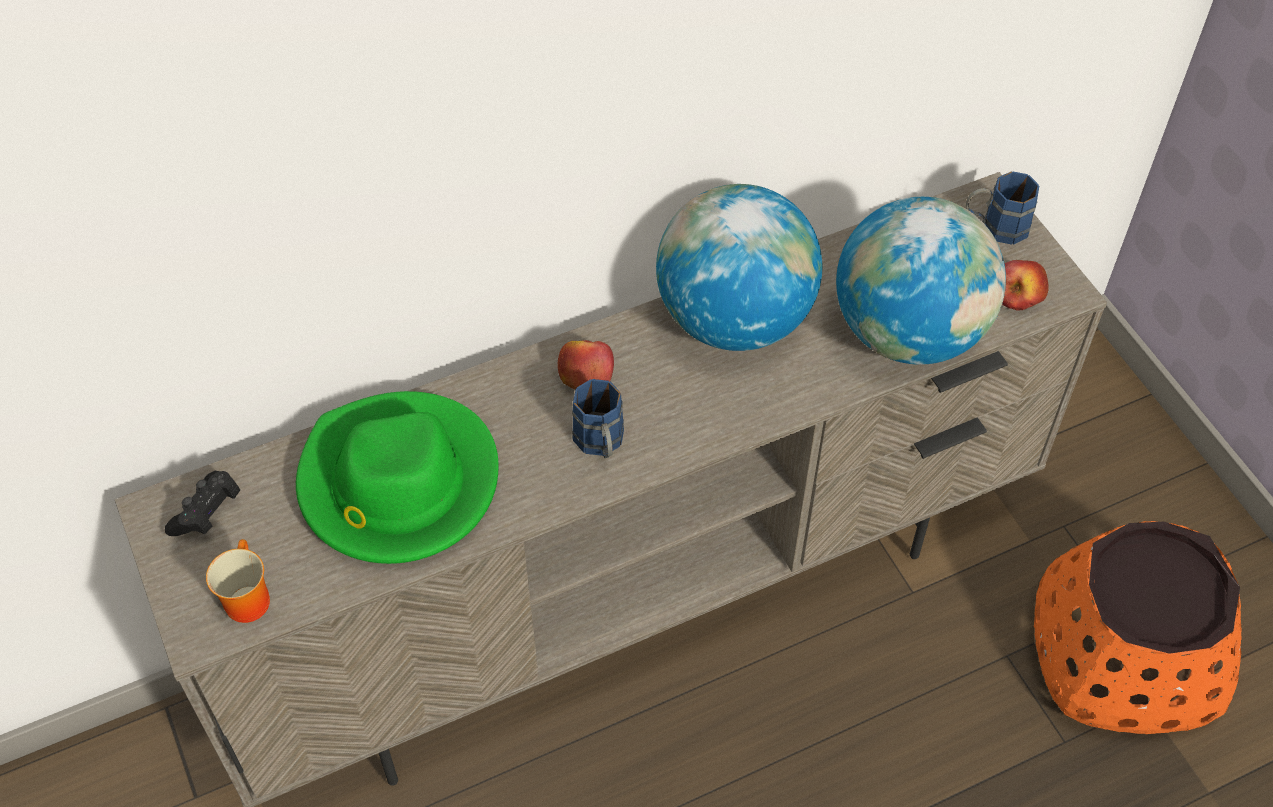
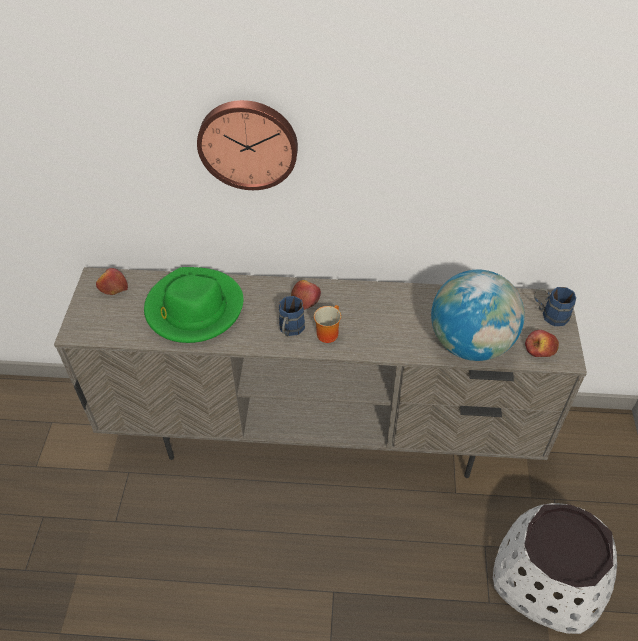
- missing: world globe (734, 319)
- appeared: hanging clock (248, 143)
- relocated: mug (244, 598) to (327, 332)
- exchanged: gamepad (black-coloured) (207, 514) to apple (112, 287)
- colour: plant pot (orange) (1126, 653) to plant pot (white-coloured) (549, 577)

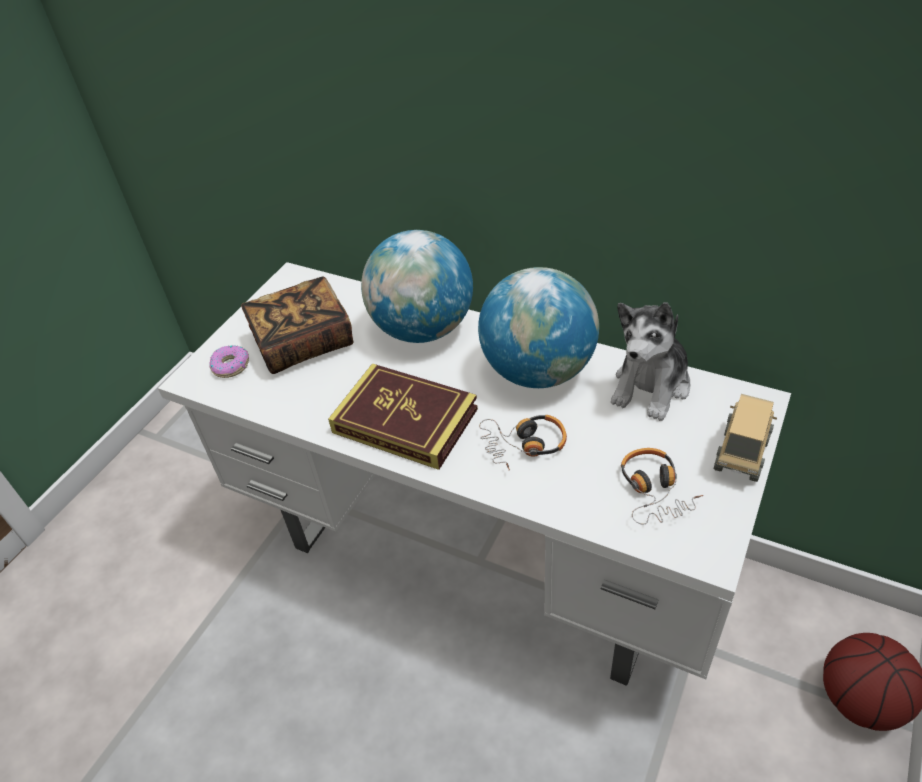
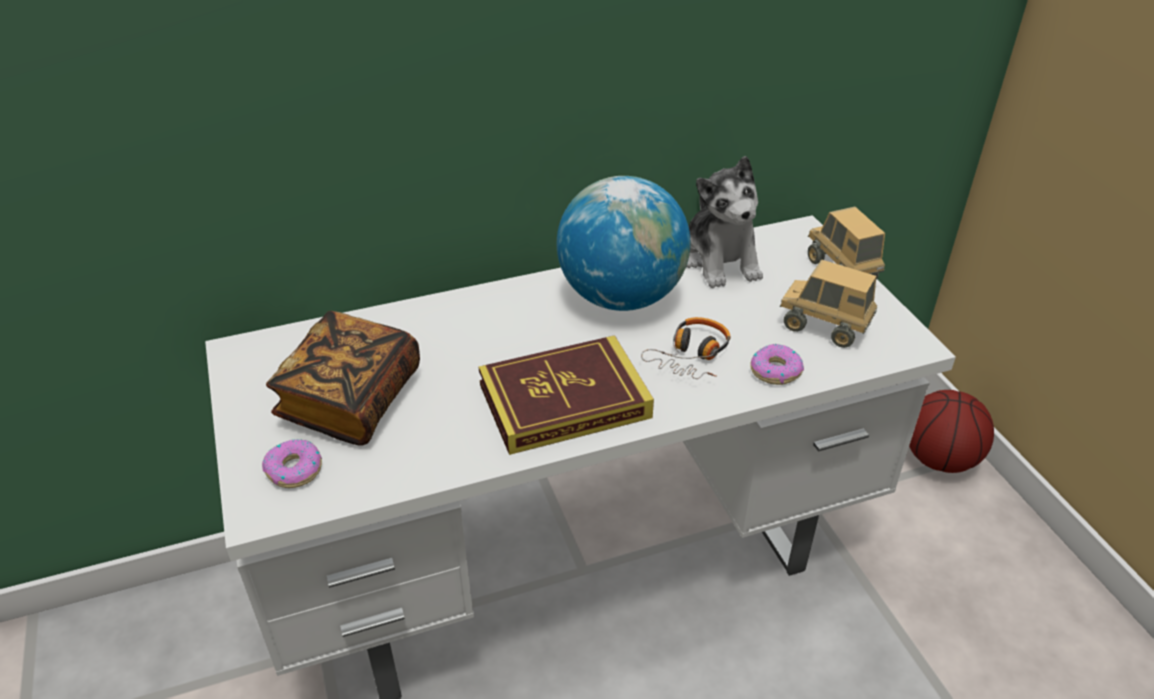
- missing: world globe (423, 329)
- appeared: ring doughnut (775, 370)
- exchanged: pair of headphones (654, 490) to toy lorry (824, 328)

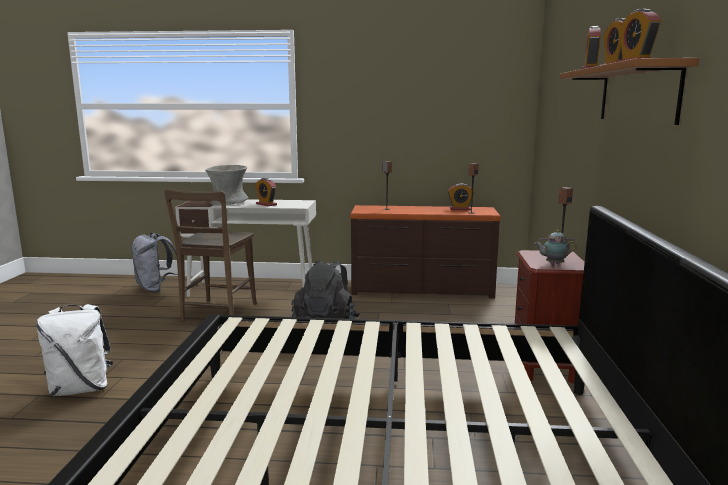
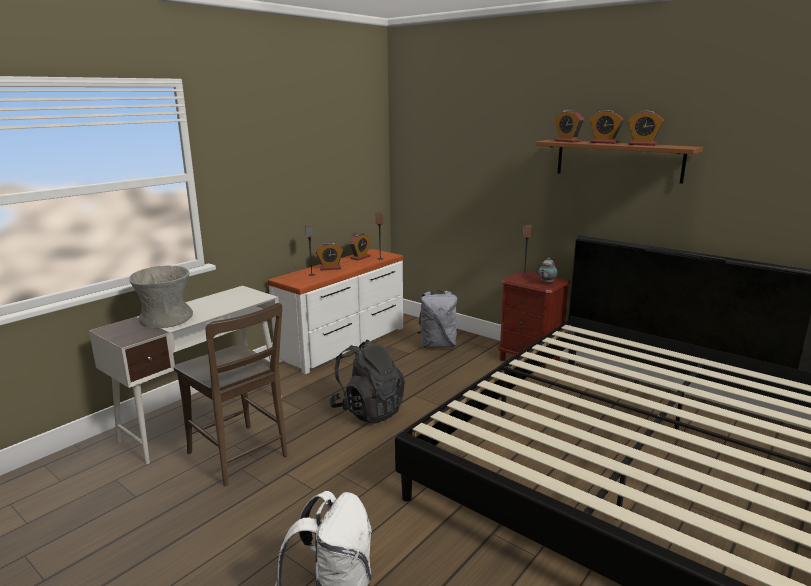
- relocated: rucksack (gray) (156, 289) to (438, 345)
- relocated: bedside clock (266, 204) to (330, 268)
- colour: dresser (brown) (422, 290) to dresser (white-coloured) (344, 344)

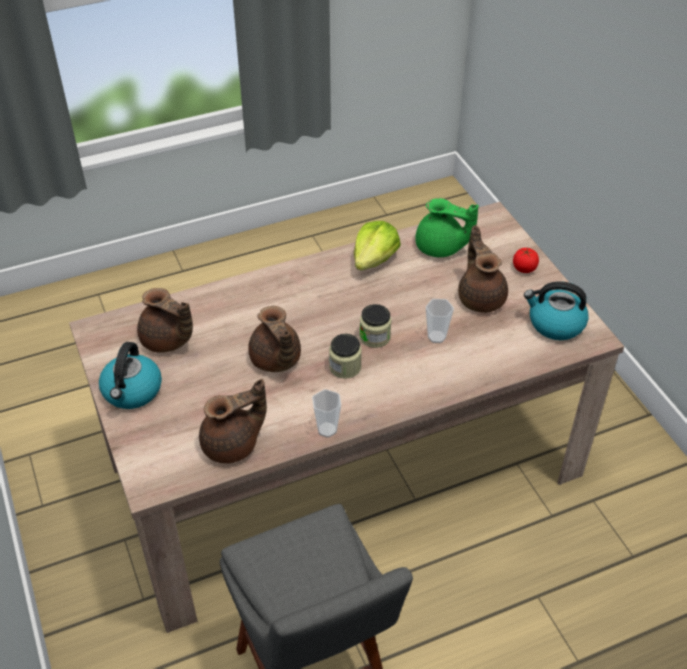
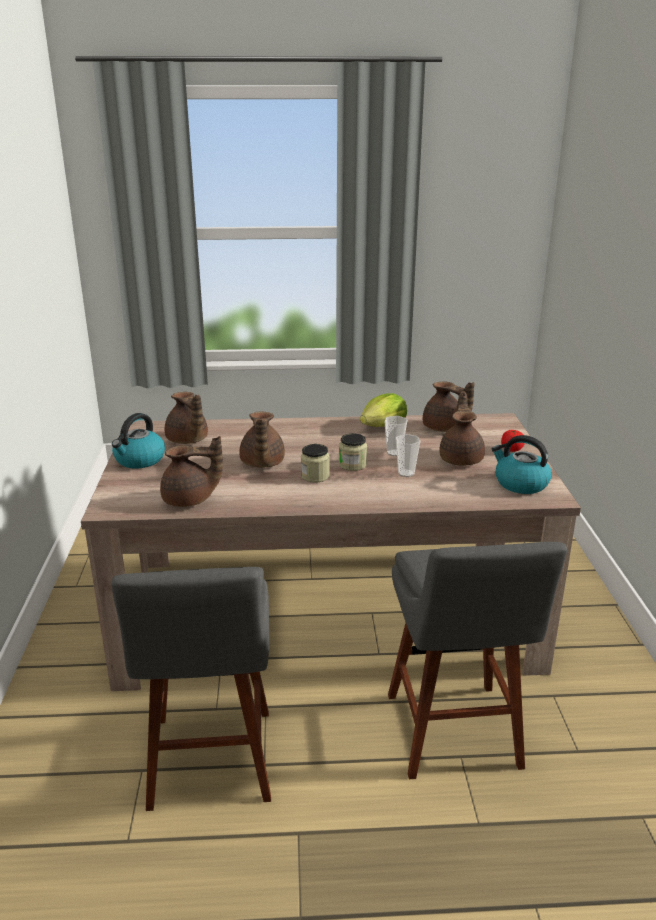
- appeared: sitting stool (gray) (454, 736)
- relocated: drinking cup (327, 429) to (394, 453)
- colour: pot for tea (green) (441, 248) to pot for tea (brown) (444, 428)

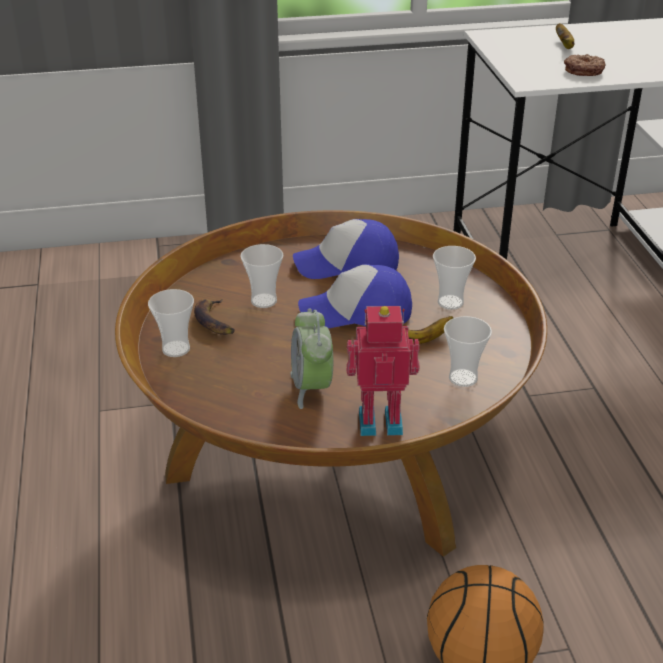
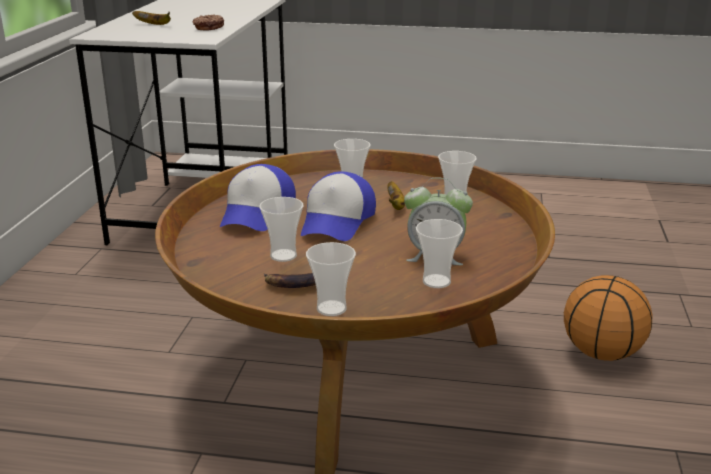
- missing: toy robot (380, 420)
- appeared: drinking cup (436, 281)

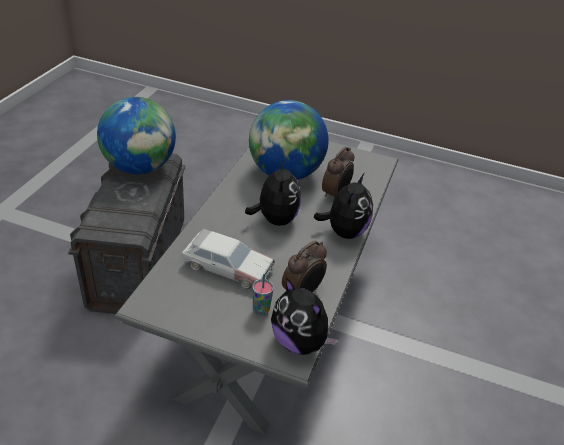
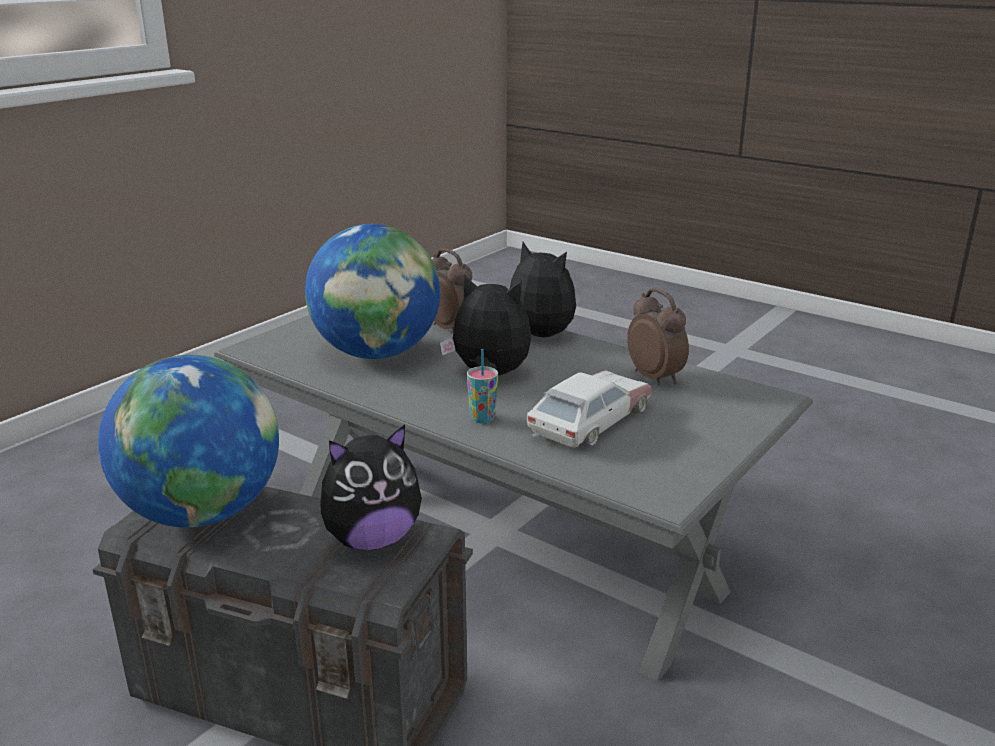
- relocated: drinking cup (261, 309) to (482, 418)
- relocated: cuddly toy (299, 342) to (372, 539)

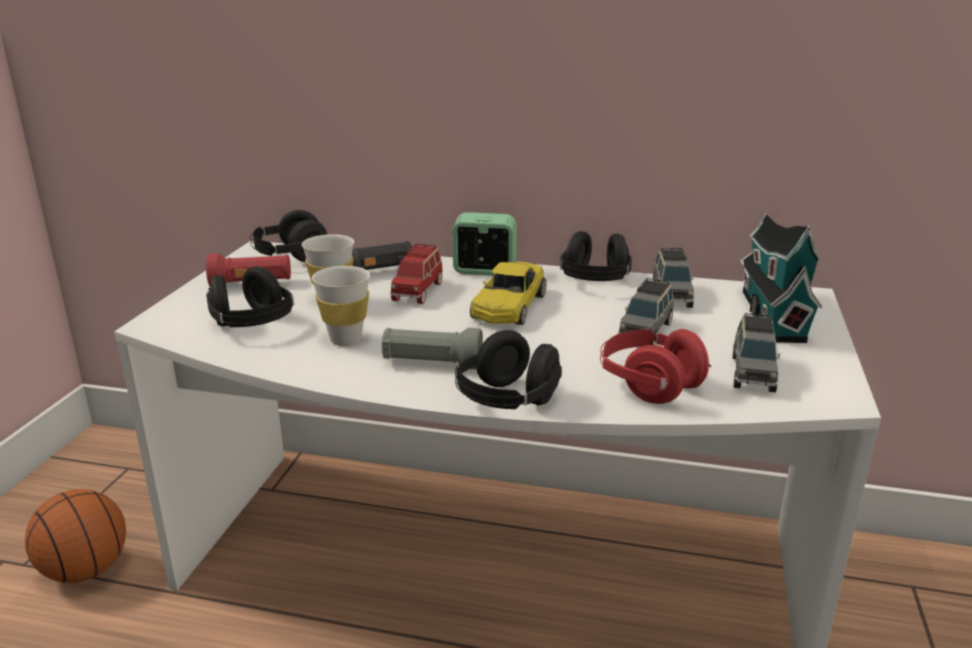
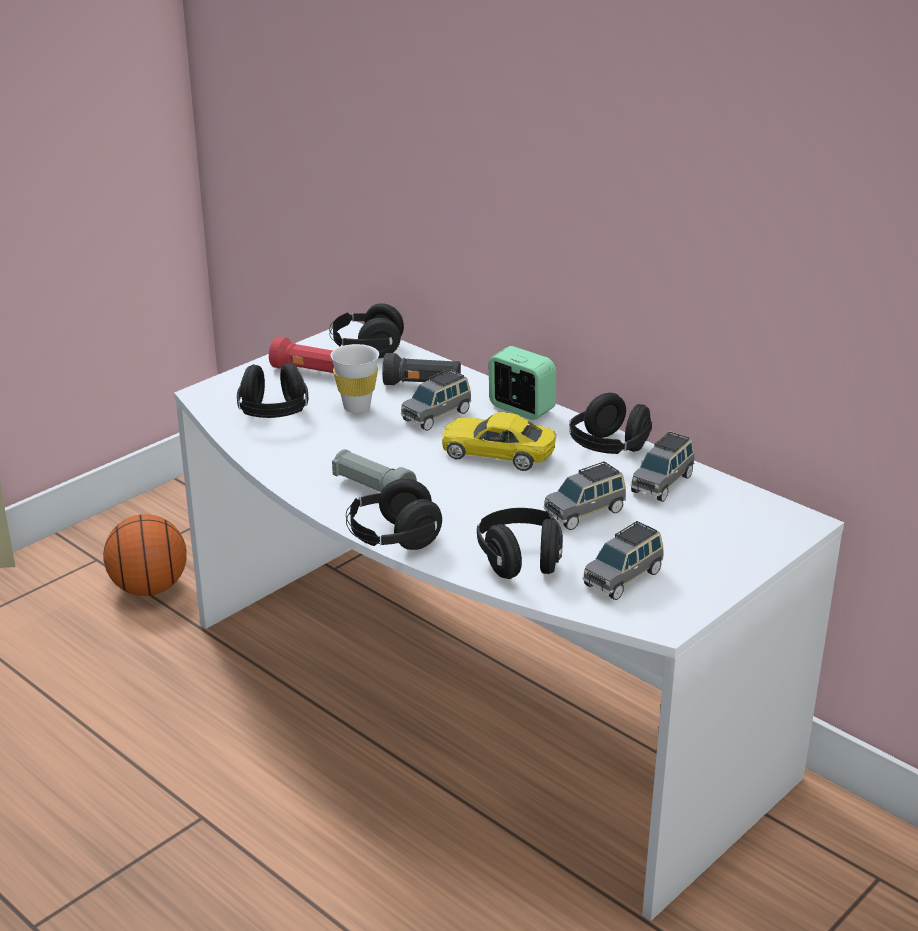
- missing: drinking cup (white-coloured) (346, 340)
- missing: model house (771, 313)
- colour: miniature car (red) (418, 291) to miniature car (gray) (437, 416)
- colour: pair of headphones (red) (649, 385) to pair of headphones (black-coloured) (520, 560)
- spun: miniature car (yellowish) (509, 306) = (498, 453) 60 degrees clockwise

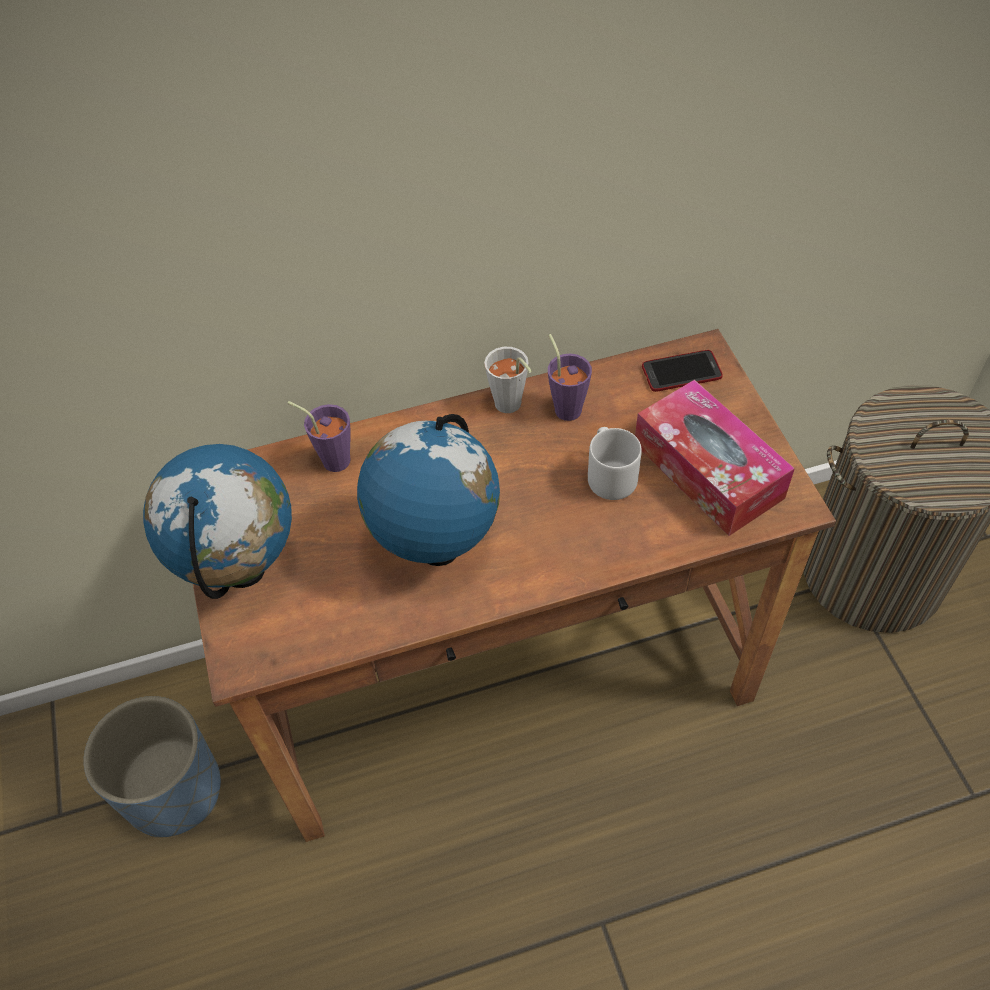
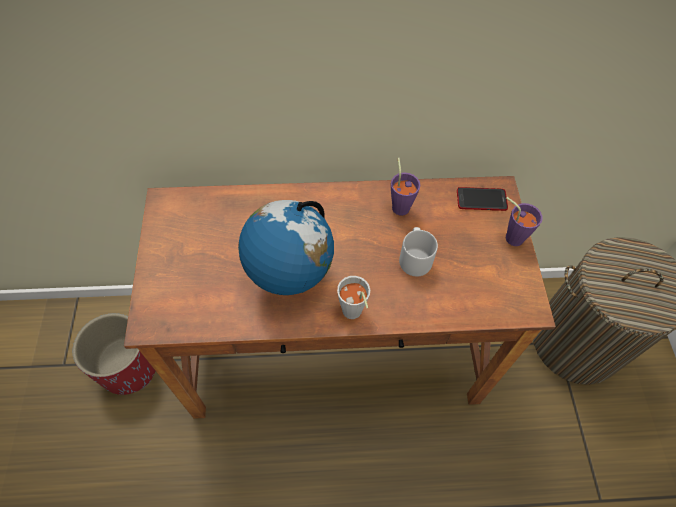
- missing: world globe (243, 572)
- missing: box of tissues (708, 470)
- relocated: drinking cup (purple) (331, 458) to (510, 235)
- relocated: drinking cup (gray) (511, 407) to (353, 314)
- colour: plant pot (bluish) (174, 791) to plant pot (red) (129, 368)

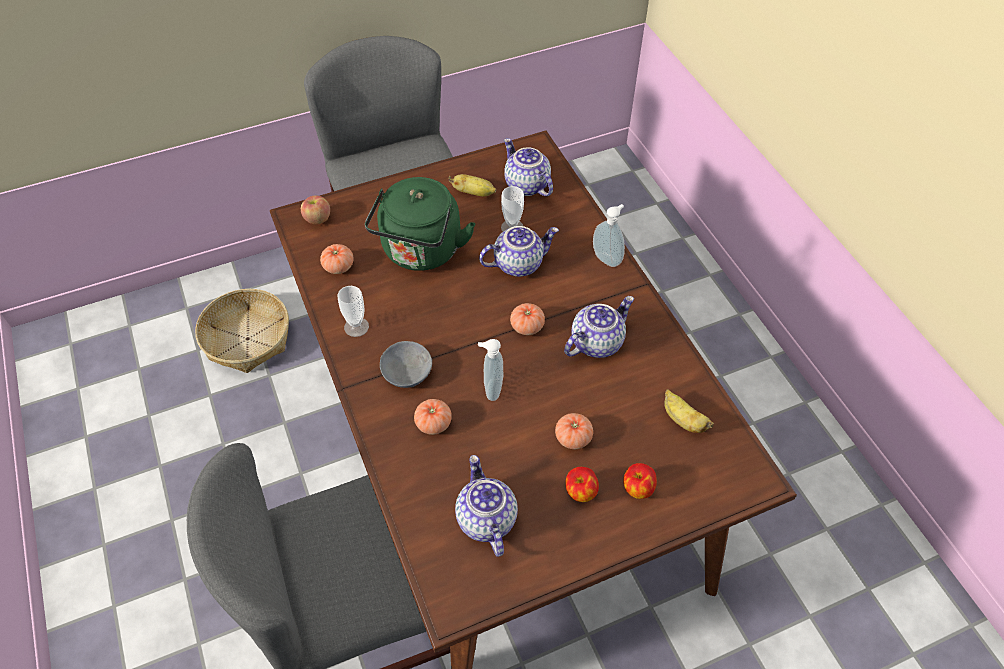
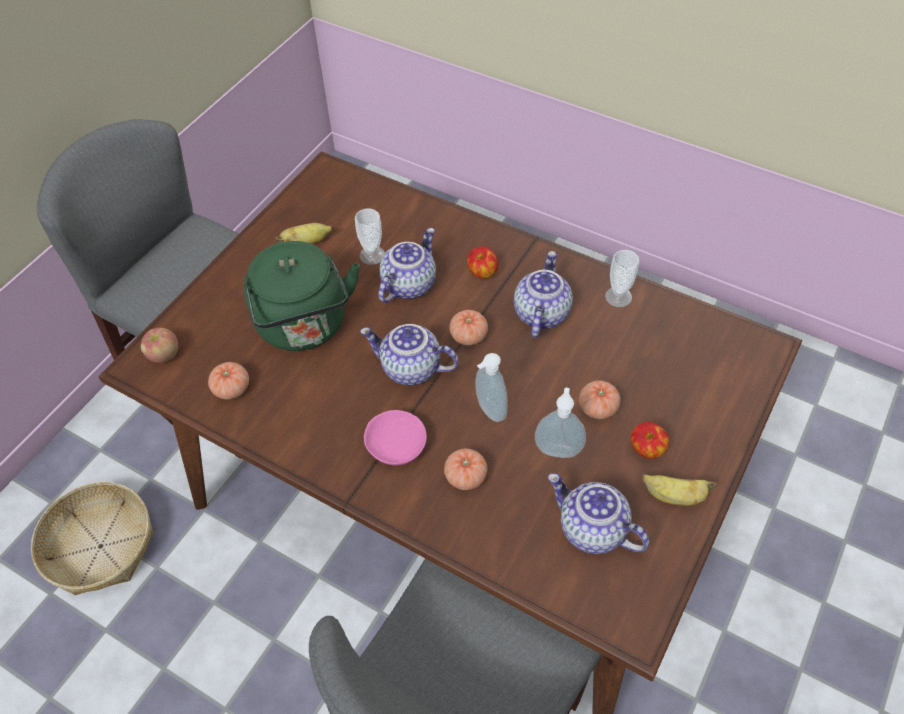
- relocated: drinking cup (356, 327) to (618, 297)
- relocated: pot for tea (525, 185) to (410, 369)
- relocated: liquid soap bottle (607, 258) to (558, 449)
- relocated: apple (637, 489) to (482, 273)
- relocated: banana fruit (682, 420) to (673, 496)
- colour: deep dish (gray) (405, 372) to deep dish (pinkish) (394, 447)

